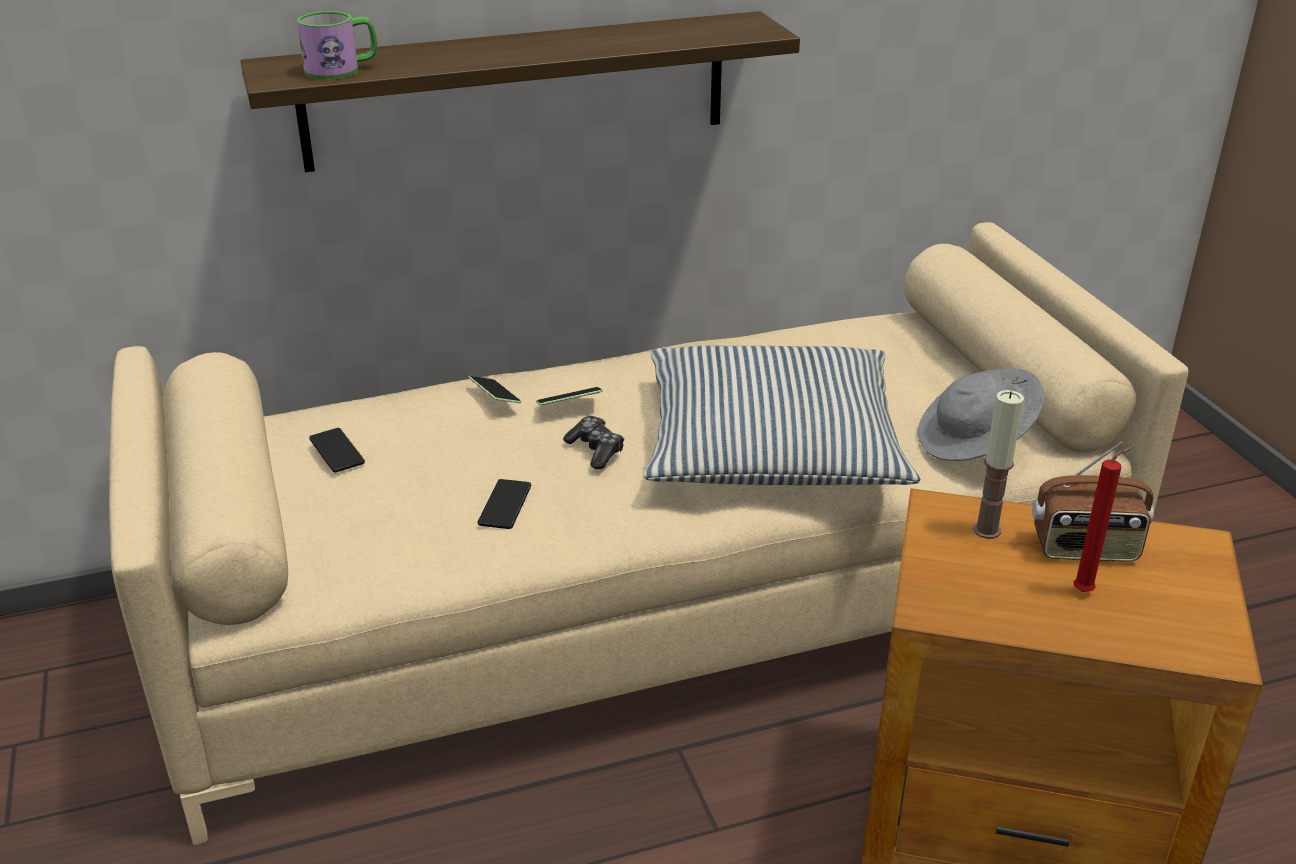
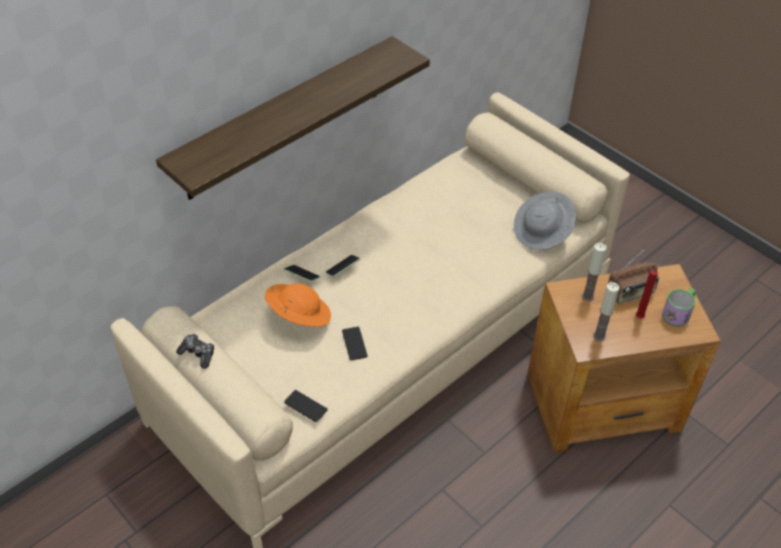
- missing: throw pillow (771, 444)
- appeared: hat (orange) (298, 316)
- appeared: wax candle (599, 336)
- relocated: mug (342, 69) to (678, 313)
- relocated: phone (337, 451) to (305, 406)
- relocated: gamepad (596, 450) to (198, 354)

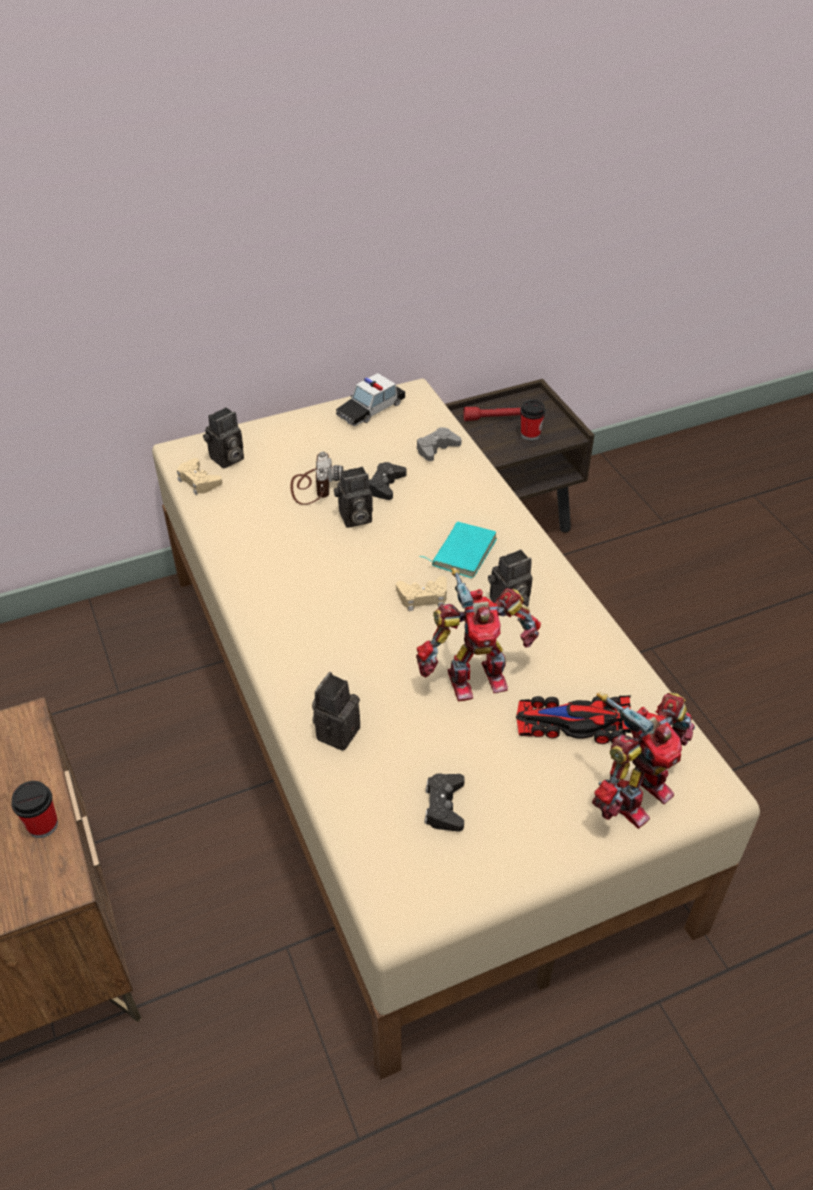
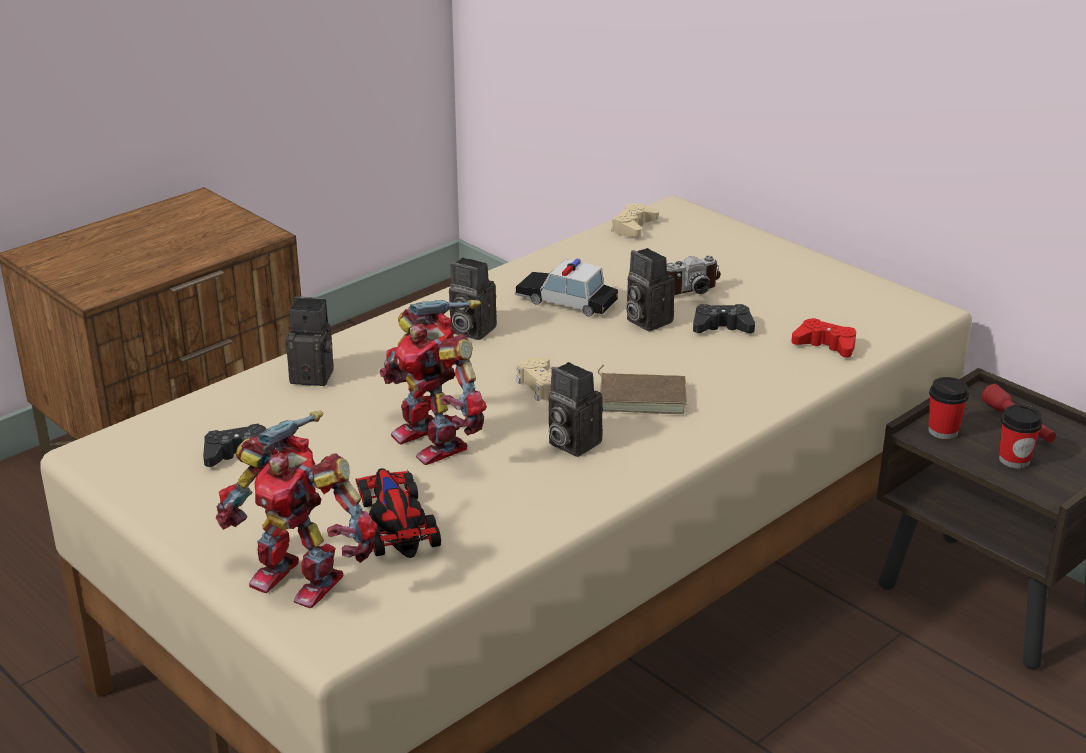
- relocated: drinking cup (43, 825) to (943, 431)
- relocated: still camera (226, 459) to (469, 330)
- relocated: miniature car (370, 409) to (565, 301)
- colour: gamepad (gray) (436, 449) to gamepad (red) (825, 345)
- colour: bound book (blue-green) (462, 551) to bound book (brown) (642, 396)

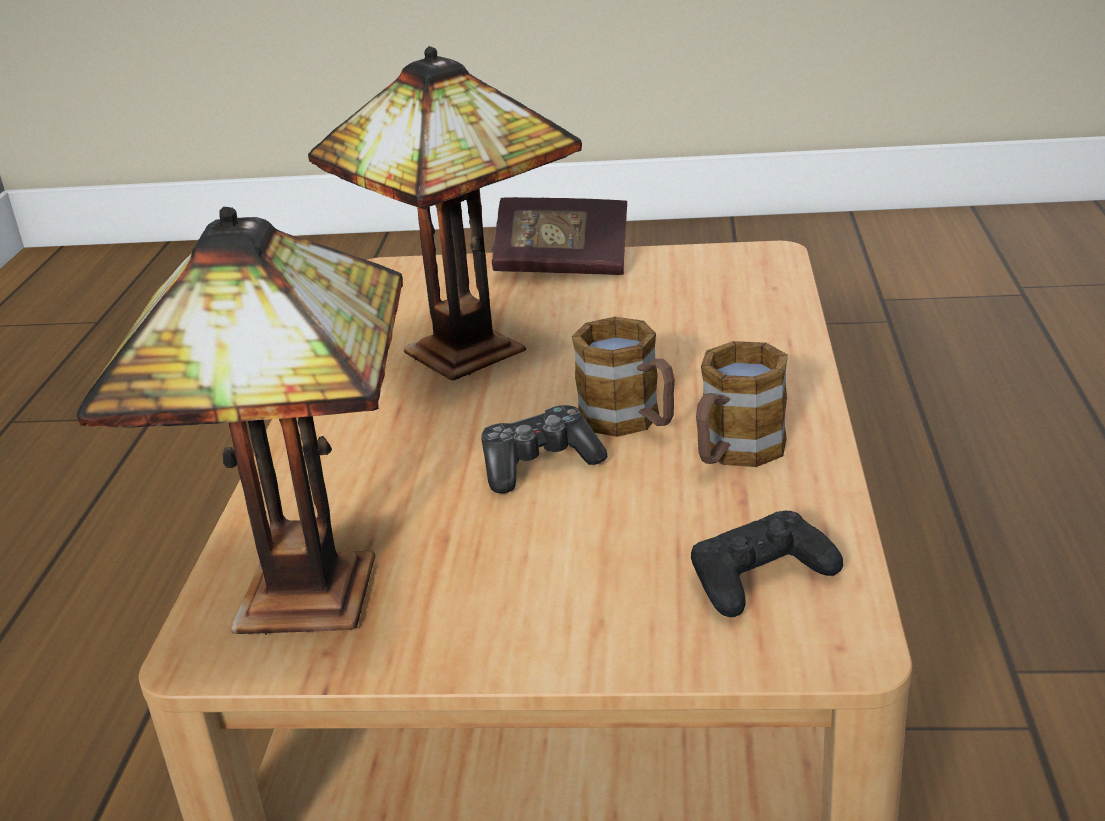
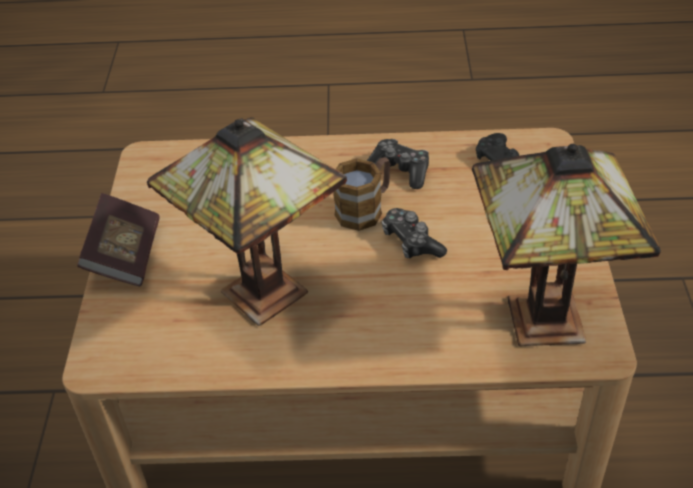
- exchanged: mug (734, 453) to gamepad (400, 170)

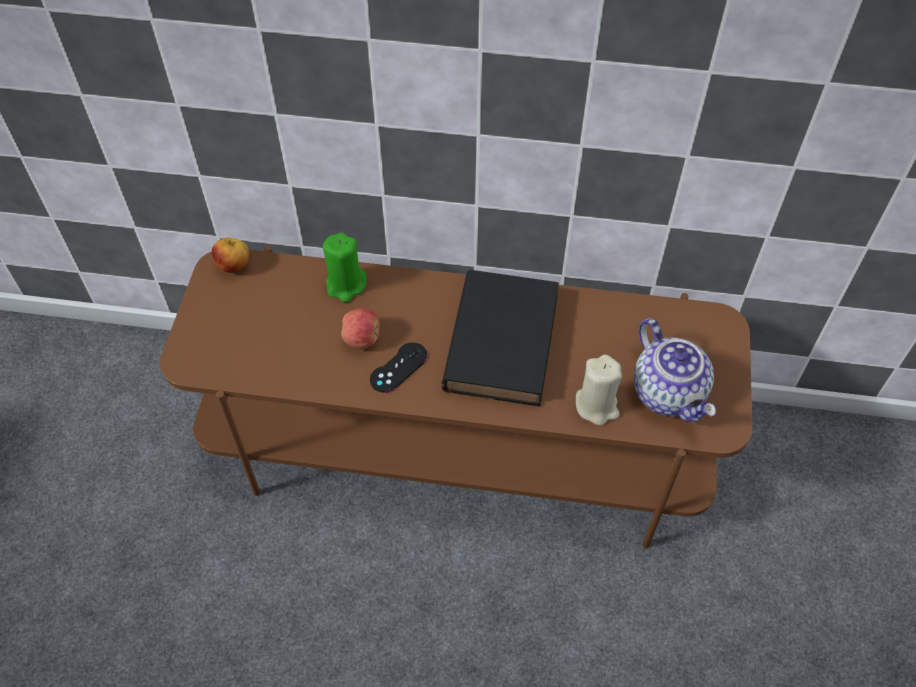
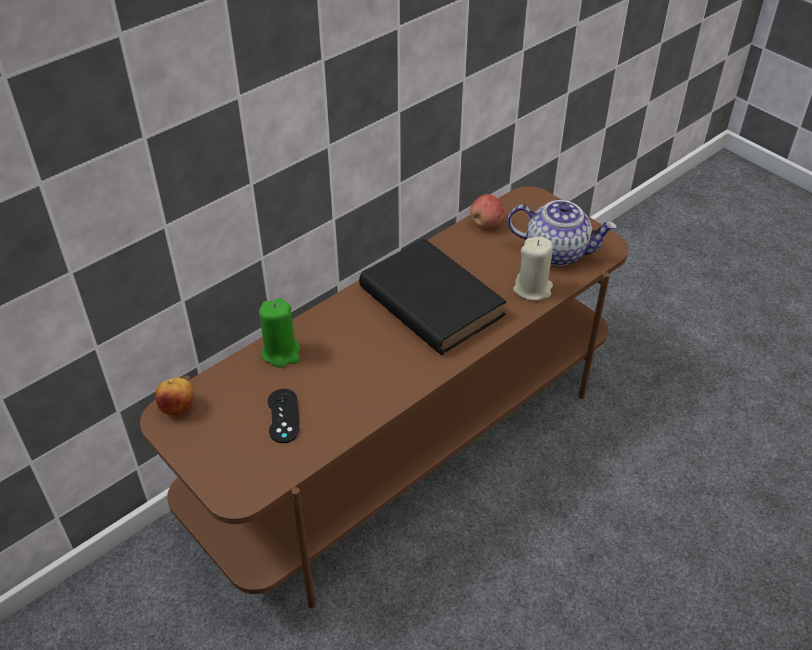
- relocated: apple (362, 339) to (486, 223)
- relocated: gamepad (black-coloured) (398, 367) to (283, 416)

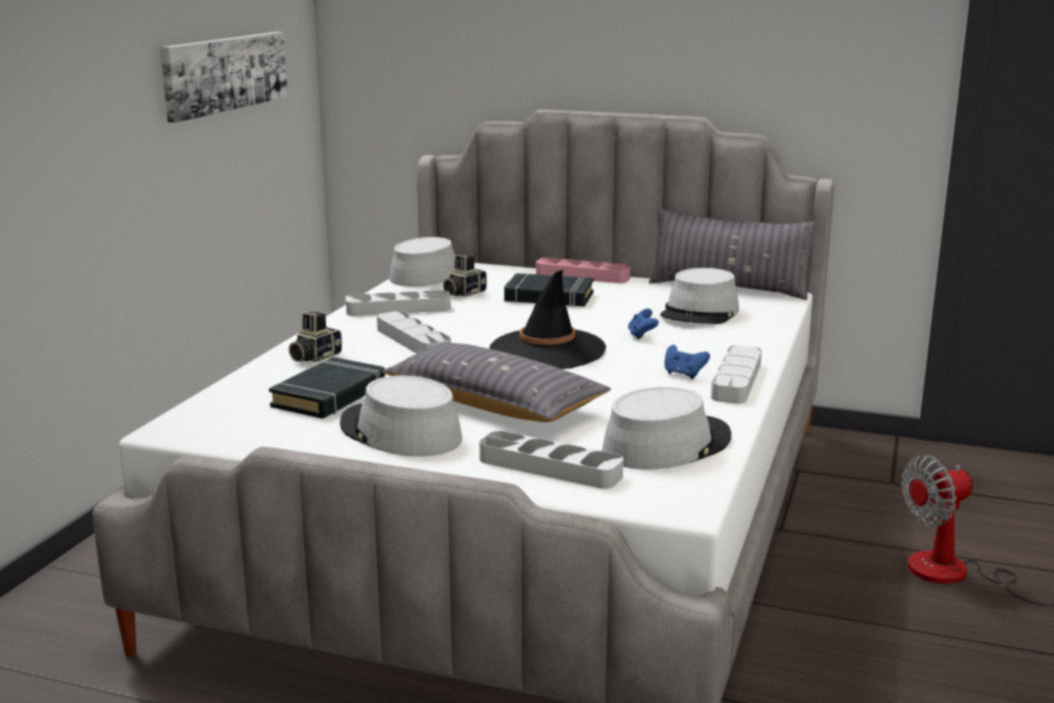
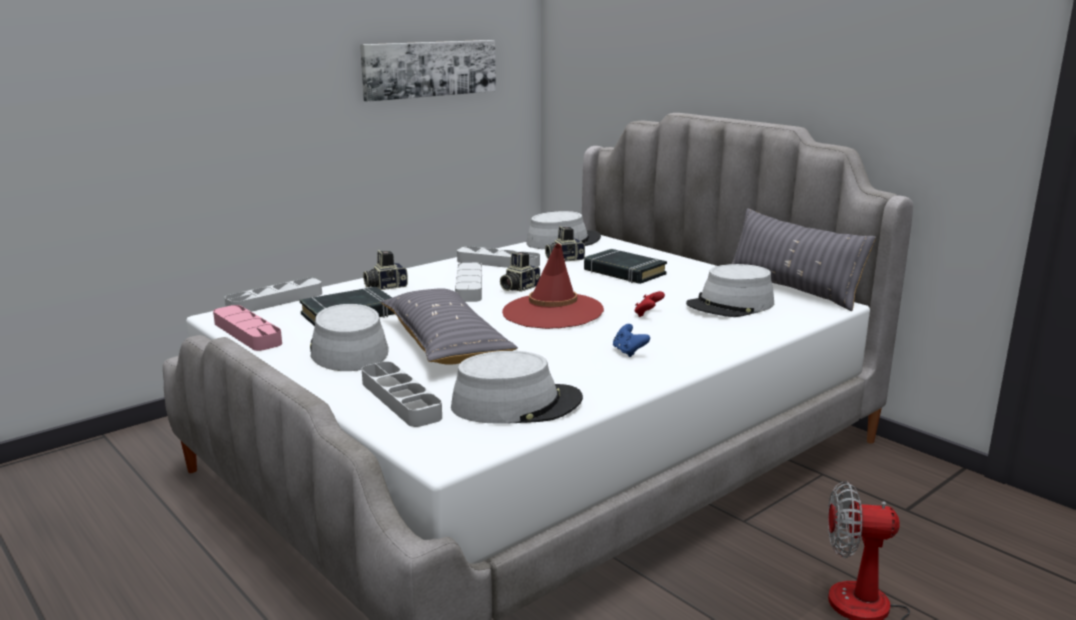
- appeared: still camera (518, 288)
- relocated: serving tray (pinkish) (582, 276) to (247, 333)
- relocated: serving tray (gray) (736, 380) to (275, 301)
- colour: hat (black-coloured) (547, 350) to hat (red) (552, 312)
- colour: gamepad (bluish) (641, 335) to gamepad (red) (648, 314)

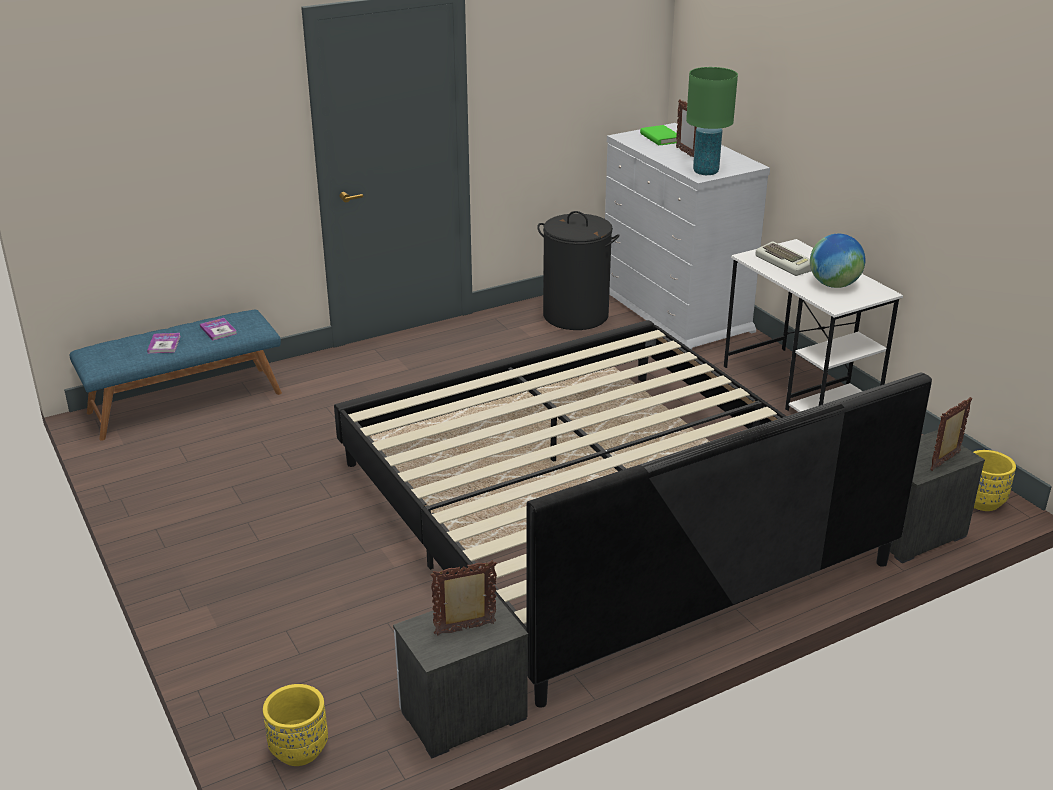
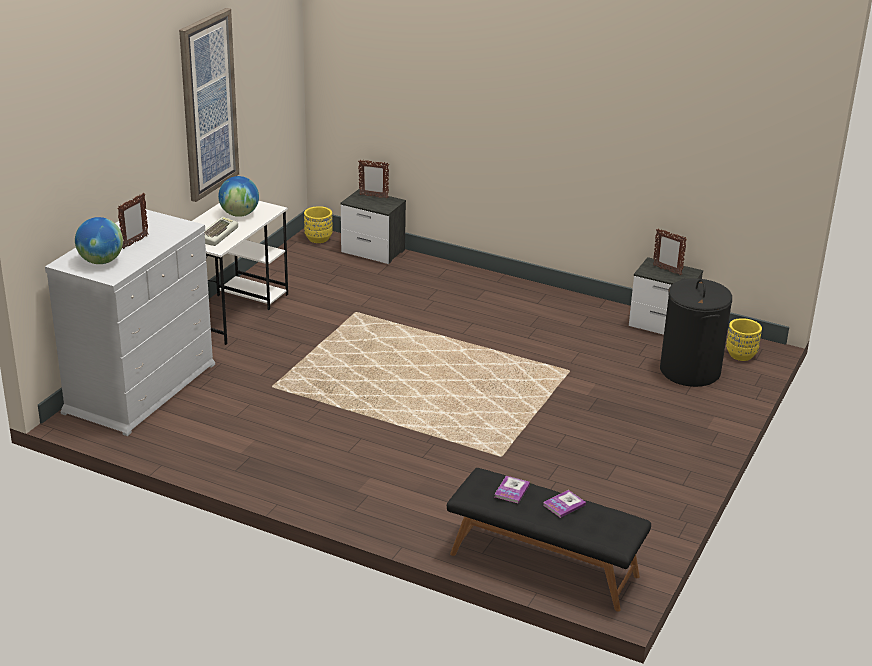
- missing: sleeping bed (601, 512)
- missing: tabletop lamp (green) (706, 172)
- appeared: wall picture (208, 105)
- relocated: washing basket (black-coloured) (576, 315) to (689, 371)
- exchanged: bound book (green) (660, 138) to world globe (100, 261)
- colour: long seat (bluish) (185, 402) to long seat (black-coloured) (543, 565)

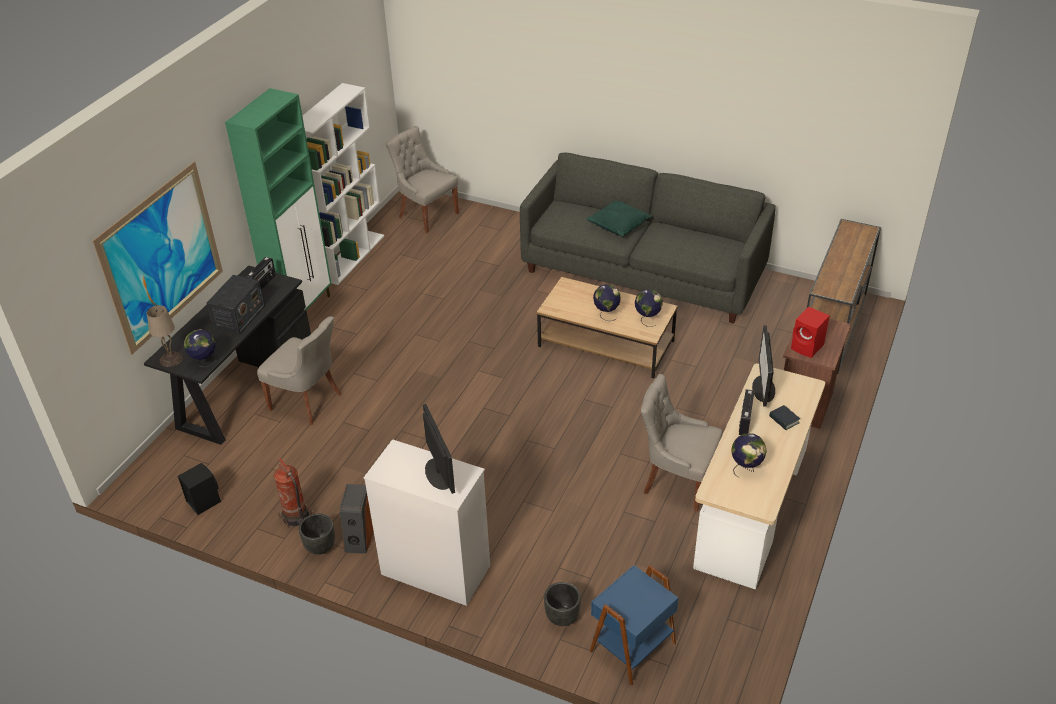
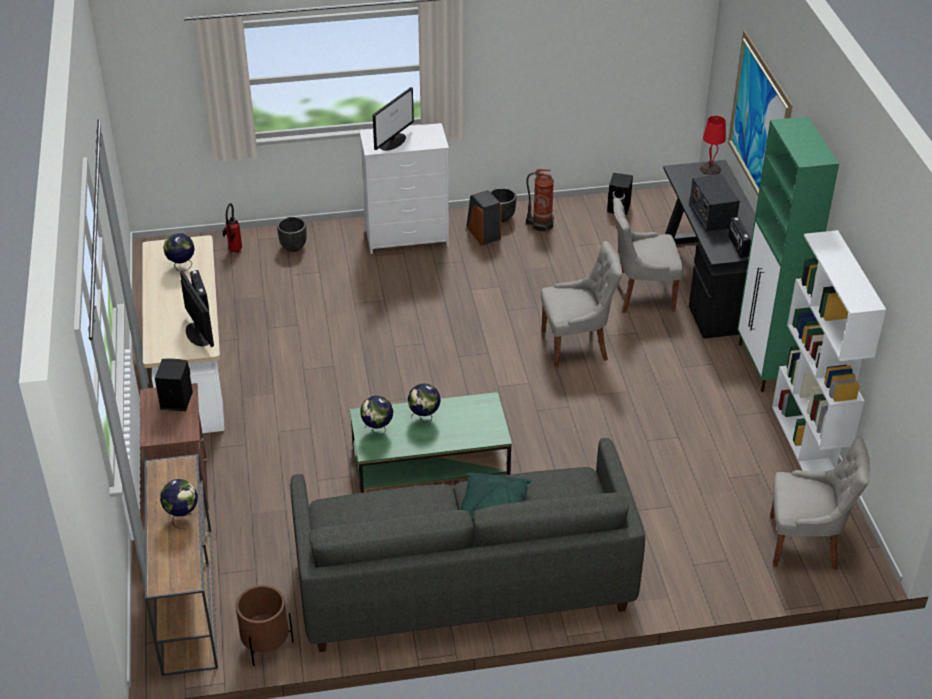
- missing: bound book (784, 420)
- appeared: plant pot (brown) (266, 645)
- relocated: world globe (204, 362) to (182, 517)
- relocated: plain chair (gray) (676, 481) to (576, 346)
- exchanged: end table (bluish) (631, 646) to extinguisher (234, 251)
- colour: tabletop lamp (beige-coloured) (171, 359) to tabletop lamp (red) (710, 169)
- colour: low table (brown) (606, 343) to low table (green) (430, 465)
- colour: audio speaker (red) (808, 347) to audio speaker (black-coloured) (175, 400)
- spun: computer screen (439, 473) = (393, 141) 90 degrees counterclockwise

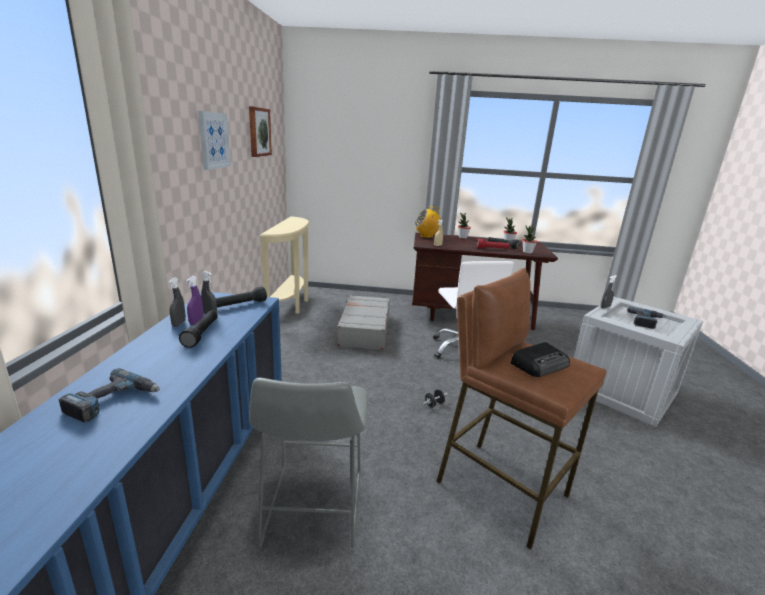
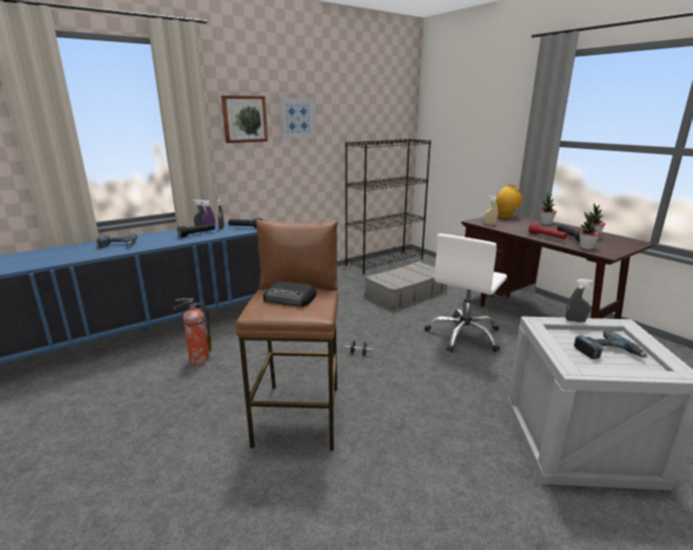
- relocated: wall picture (259, 132) to (244, 119)
- exchanged: sitting stool (gray) (312, 513) to extinguisher (198, 360)
- exchanged: hall table (beige-coloured) (291, 305) to bookshelf (black-coloured) (385, 262)

